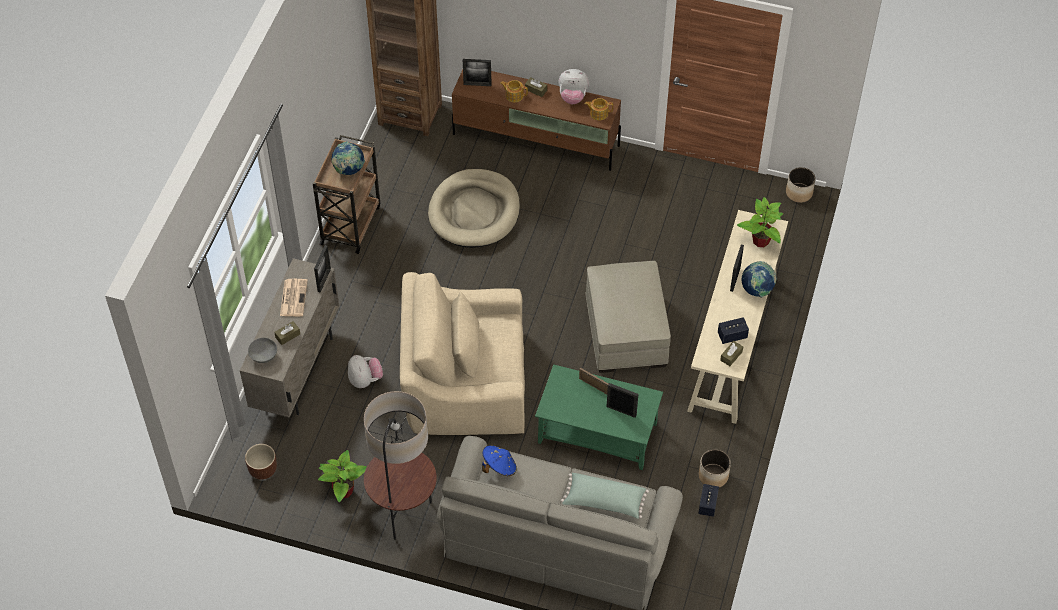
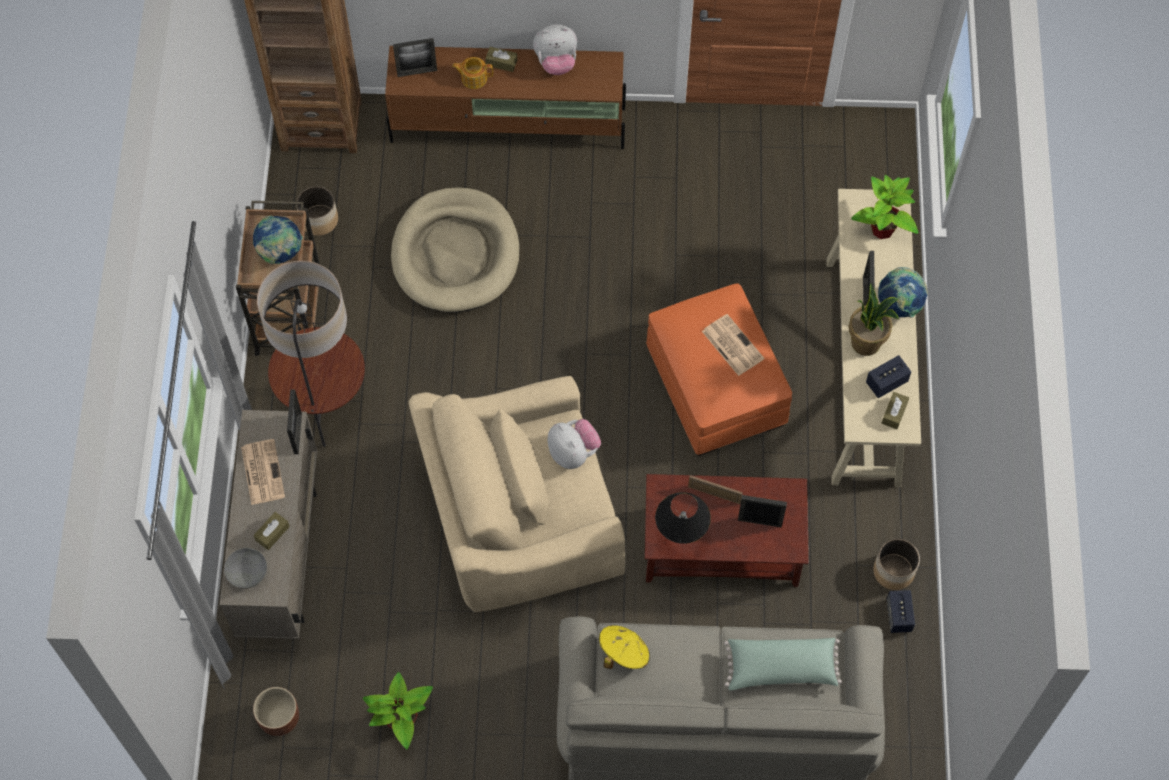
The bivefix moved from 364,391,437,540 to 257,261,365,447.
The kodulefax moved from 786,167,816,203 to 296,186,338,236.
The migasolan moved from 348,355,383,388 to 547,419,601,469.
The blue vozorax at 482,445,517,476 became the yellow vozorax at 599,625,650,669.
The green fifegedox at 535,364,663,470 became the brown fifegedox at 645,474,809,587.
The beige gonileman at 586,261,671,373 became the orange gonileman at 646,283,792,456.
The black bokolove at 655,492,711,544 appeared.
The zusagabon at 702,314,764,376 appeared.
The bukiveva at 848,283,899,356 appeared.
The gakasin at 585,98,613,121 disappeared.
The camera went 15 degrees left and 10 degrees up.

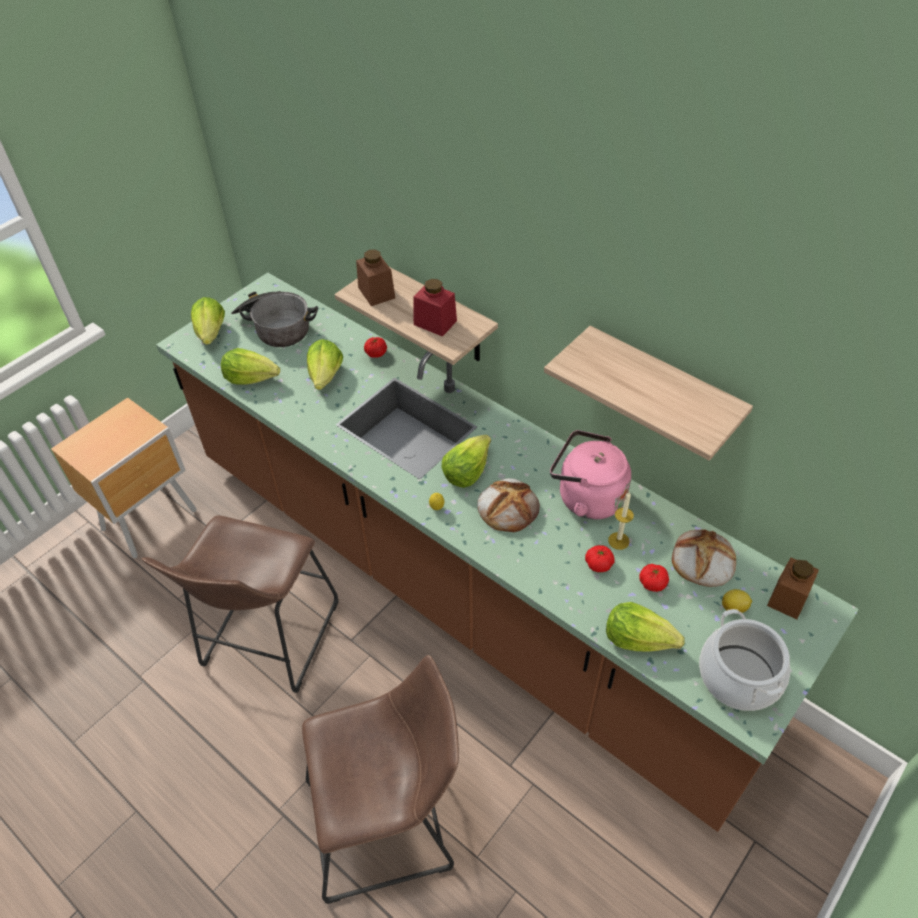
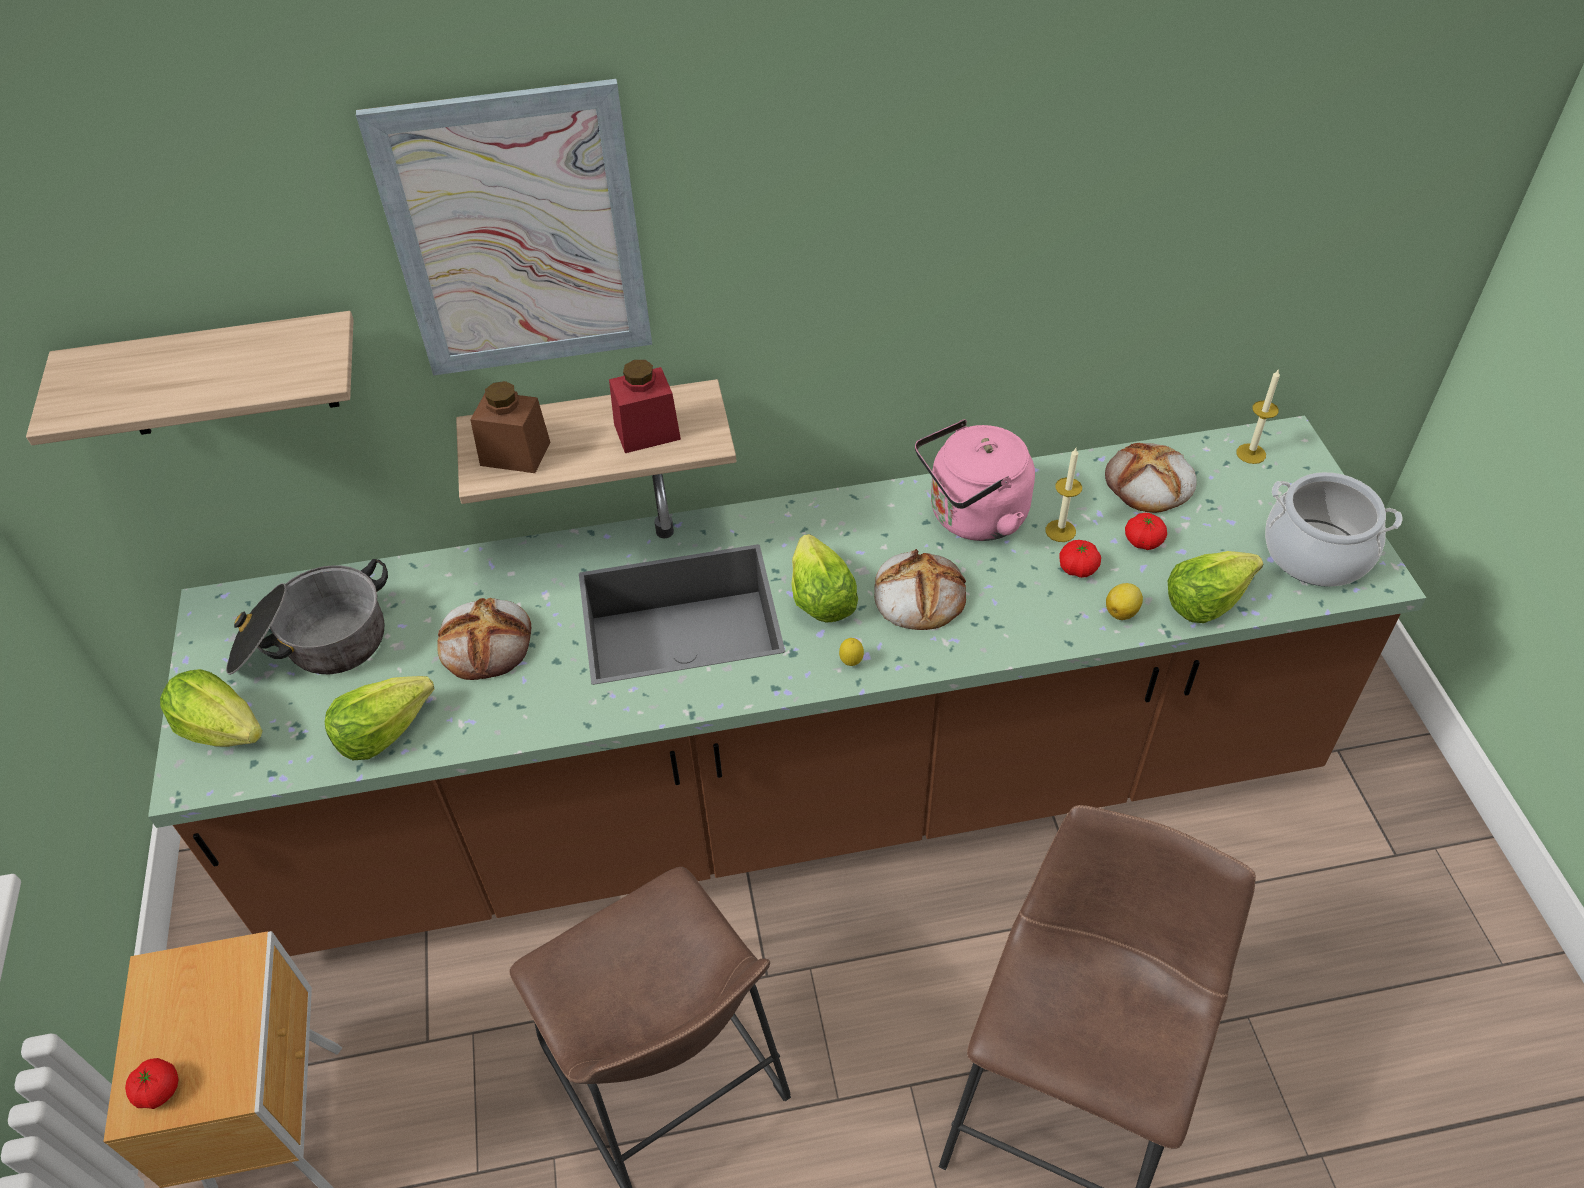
The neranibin moved from 544,326,753,461 to 26,311,354,445.
The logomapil moved from 364,337,387,358 to 125,1058,178,1109.
The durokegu at 356,79,652,376 appeared.
The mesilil at 307,339,343,390 was replaced by the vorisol at 437,598,531,680.
The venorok moved from 722,589,752,613 to 1106,583,1143,620.
The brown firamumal at 767,557,819,619 was replaced by the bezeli at 1236,369,1280,464.
The camera went 50 degrees left and 0 degrees up.

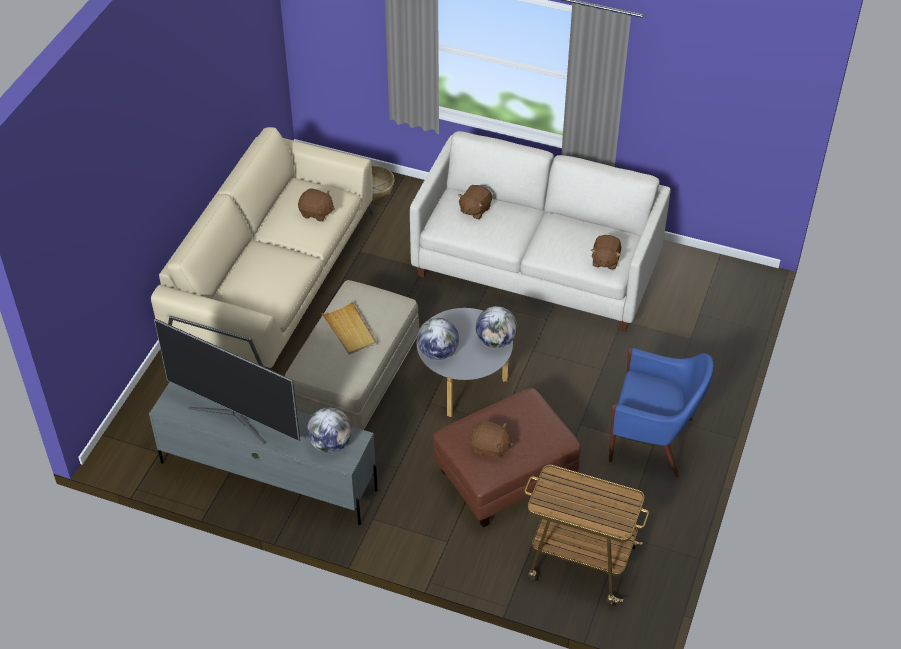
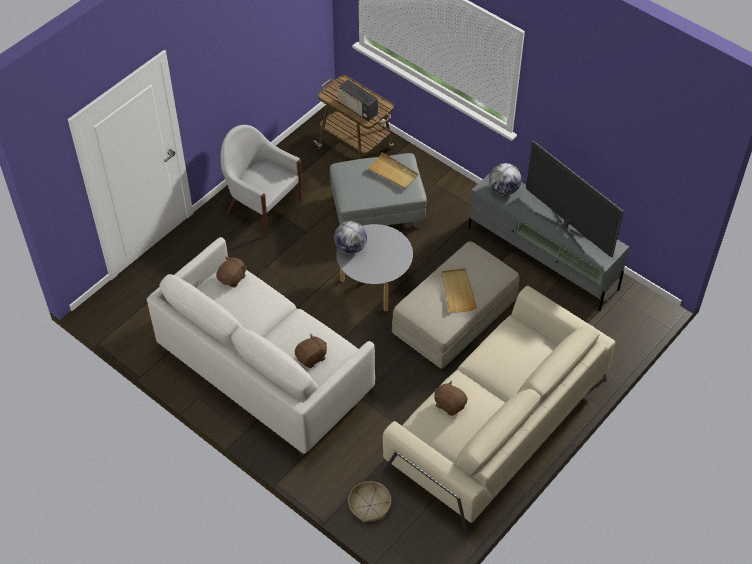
The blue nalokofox at 609,348,714,478 became the white nalokofox at 221,125,302,236.
The brown gonileman at 433,388,581,527 became the grey gonileman at 330,153,427,228.
The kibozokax at 338,79,378,121 appeared.
The brown migasolan at 471,421,513,459 was replaced by the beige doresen at 366,152,419,190.
The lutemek at 417,318,459,360 disappeared.
The camera went 160 degrees left and 5 degrees up.

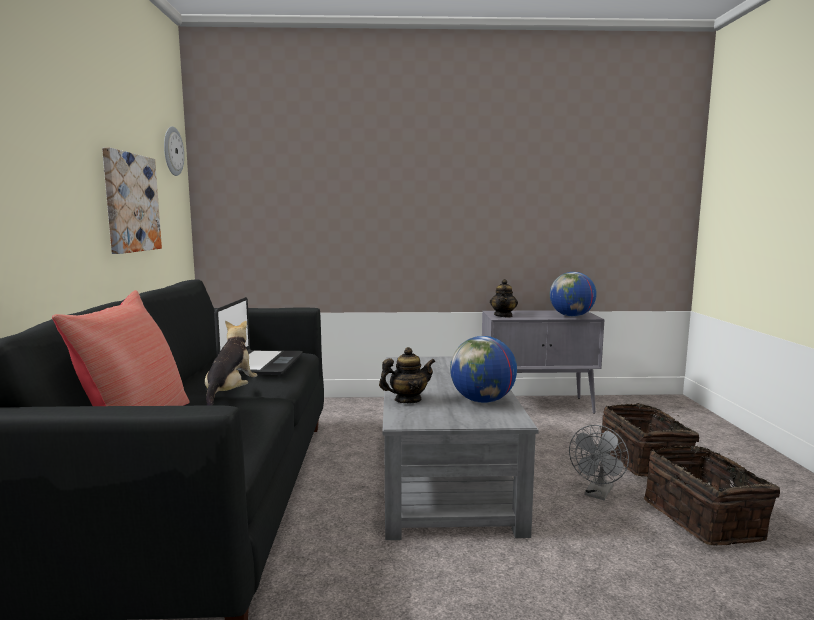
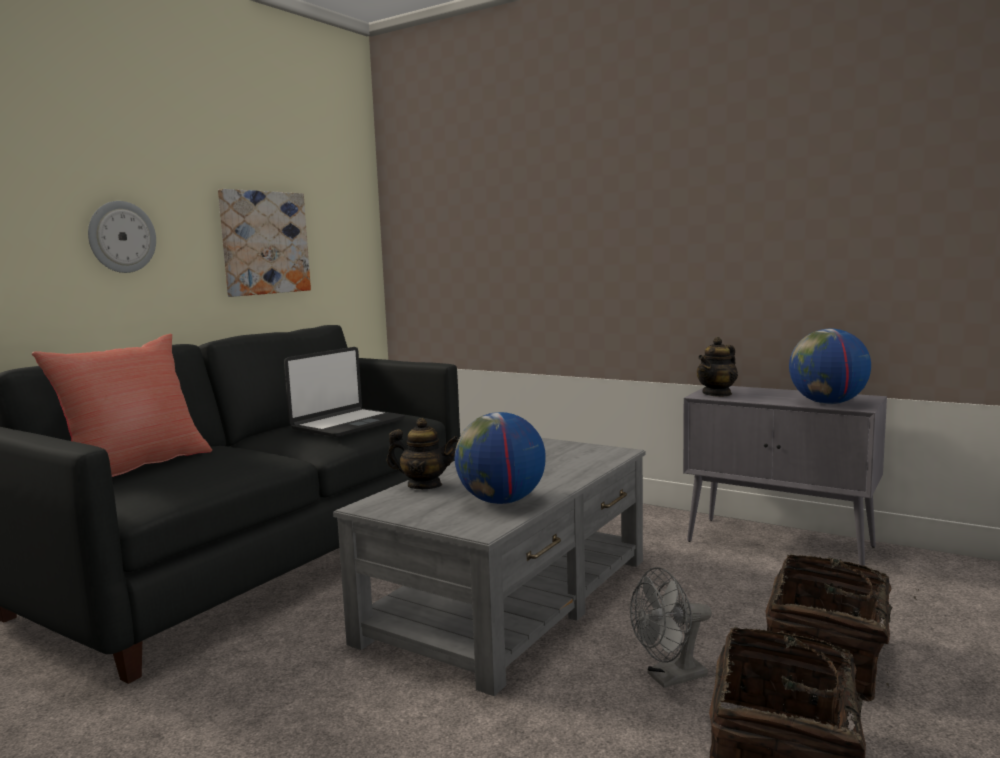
The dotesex moved from 164,126,184,176 to 88,201,156,273.
The migasolan at 205,321,258,405 disappeared.
The camera went 35 degrees right and 0 degrees up.

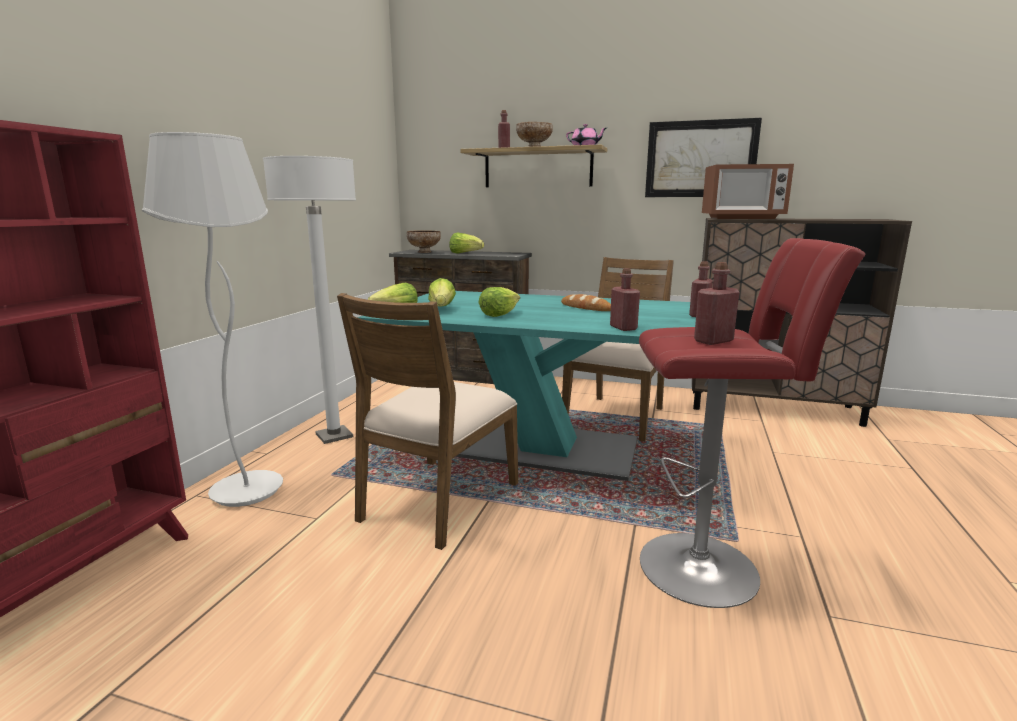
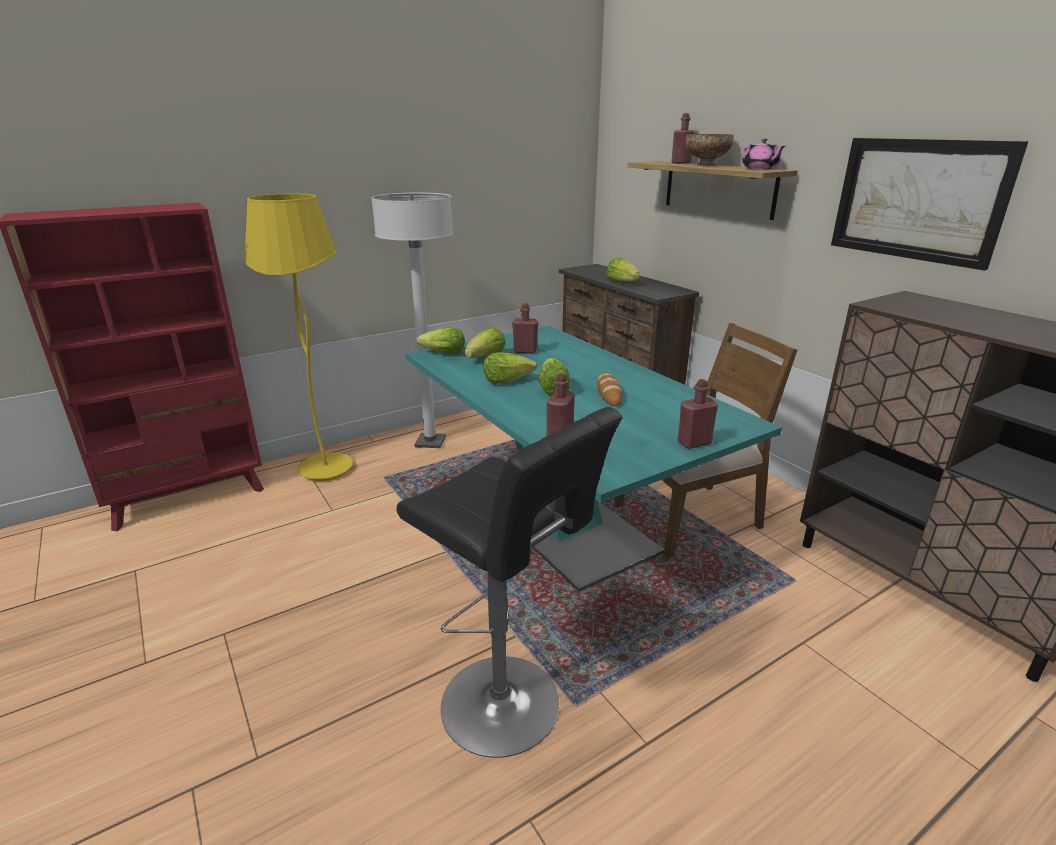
The white bivefix at 142,132,283,507 became the yellow bivefix at 244,193,353,481.
The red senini at 639,238,865,608 became the black senini at 397,407,623,758.
The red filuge moved from 694,262,740,345 to 512,303,538,354.
The mesilil at 538,358,570,396 appeared.
The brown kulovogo at 337,293,518,550 disappeared.
The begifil at 407,230,441,253 disappeared.
The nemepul at 702,164,794,219 disappeared.
The camera went 40 degrees right and 10 degrees up.

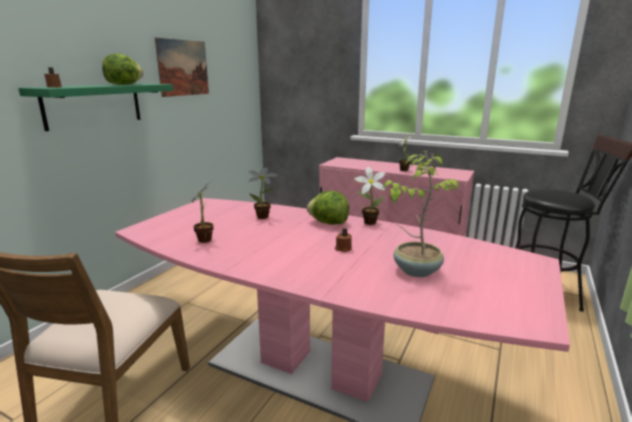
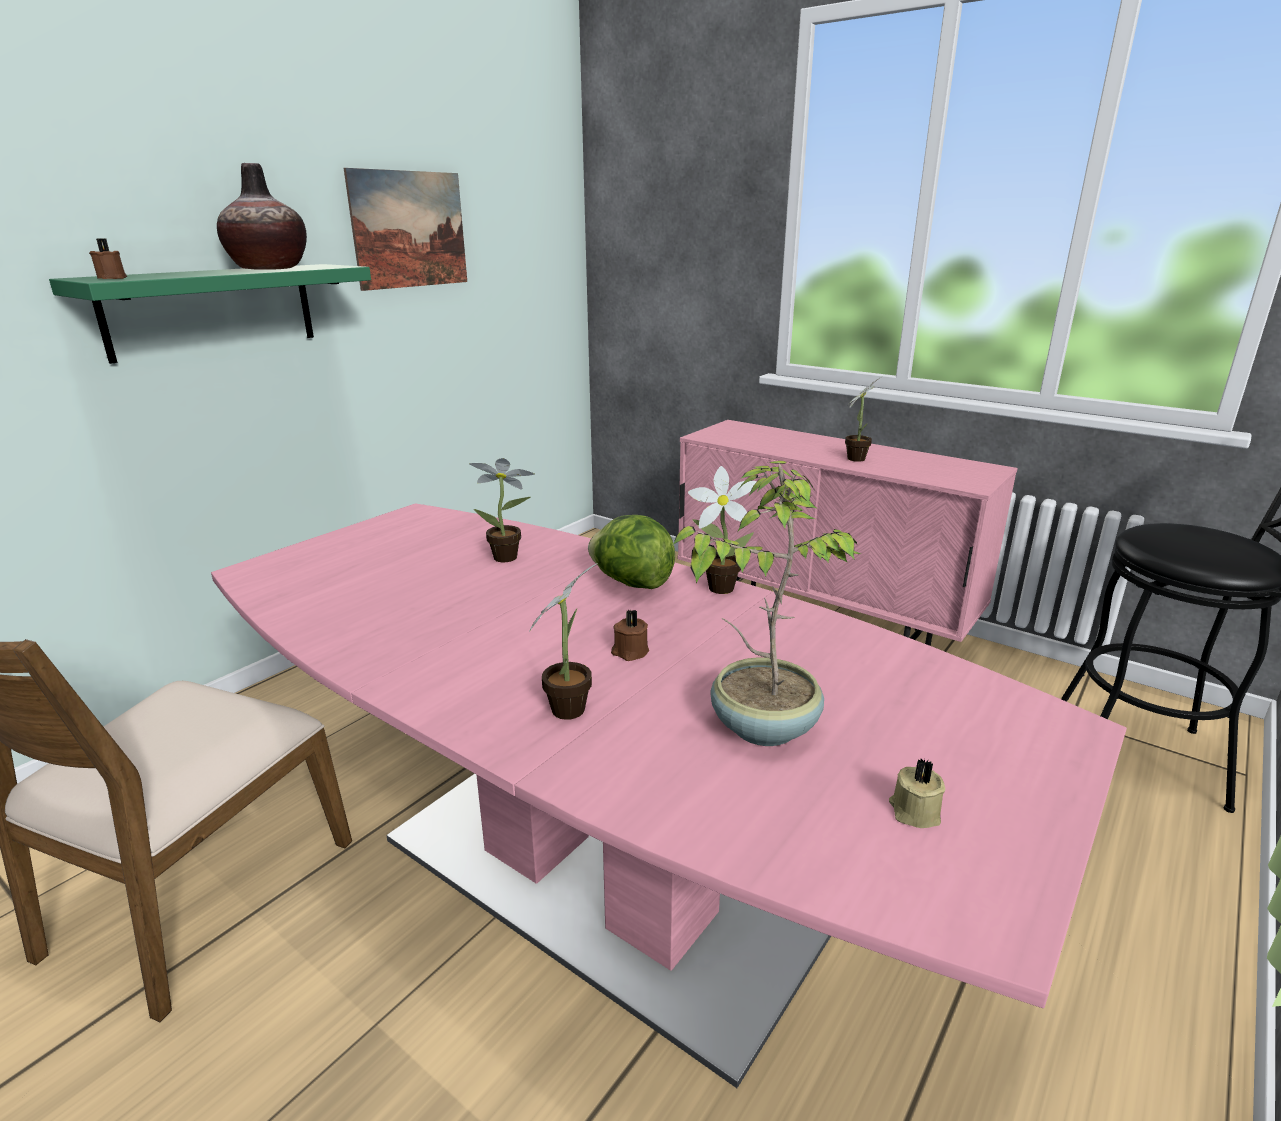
The mesilil at 102,53,143,85 was replaced by the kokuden at 217,163,307,270.
The bukiveva moved from 190,182,214,243 to 529,563,598,720.
The beige bezeli at 889,758,945,828 appeared.
The camera went 10 degrees right and 5 degrees up.

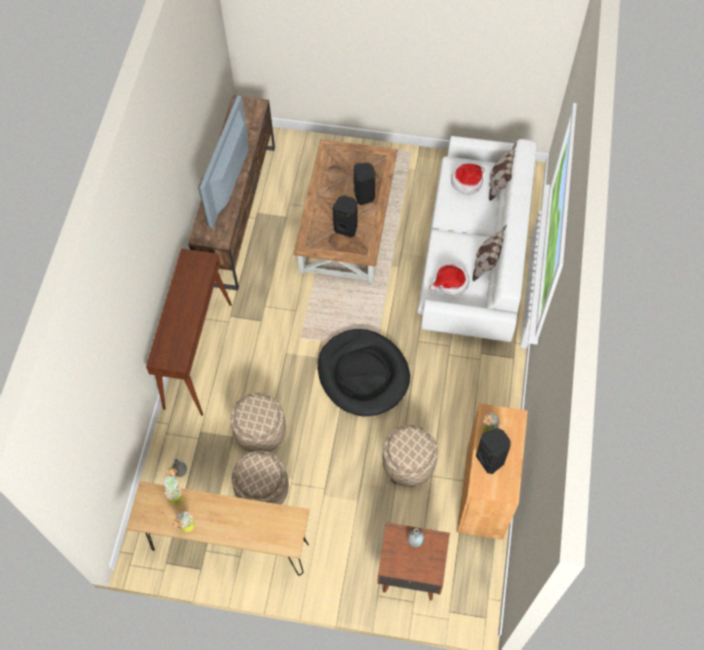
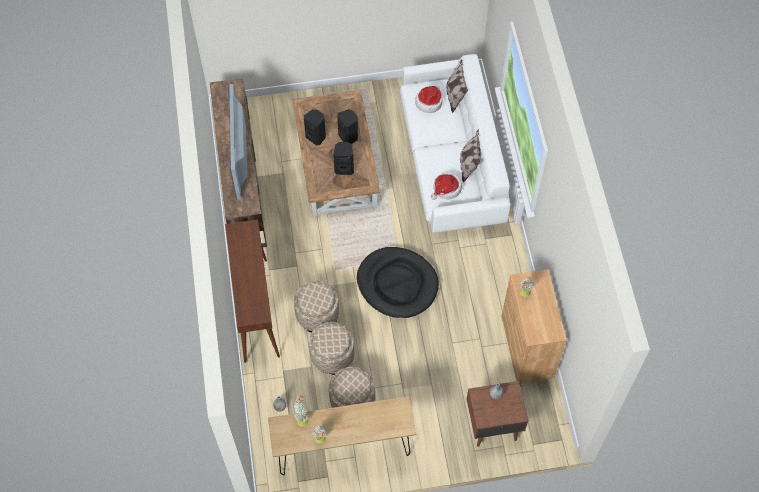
The beige gonileman moved from 383,425,438,487 to 294,281,339,332.
The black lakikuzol moved from 476,428,510,474 to 304,109,326,146.
The camera went 20 degrees left and 0 degrees up.

